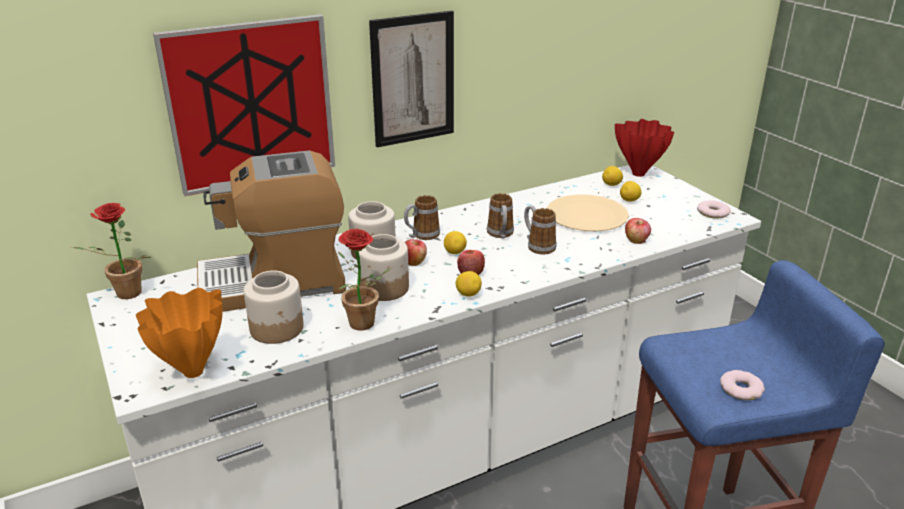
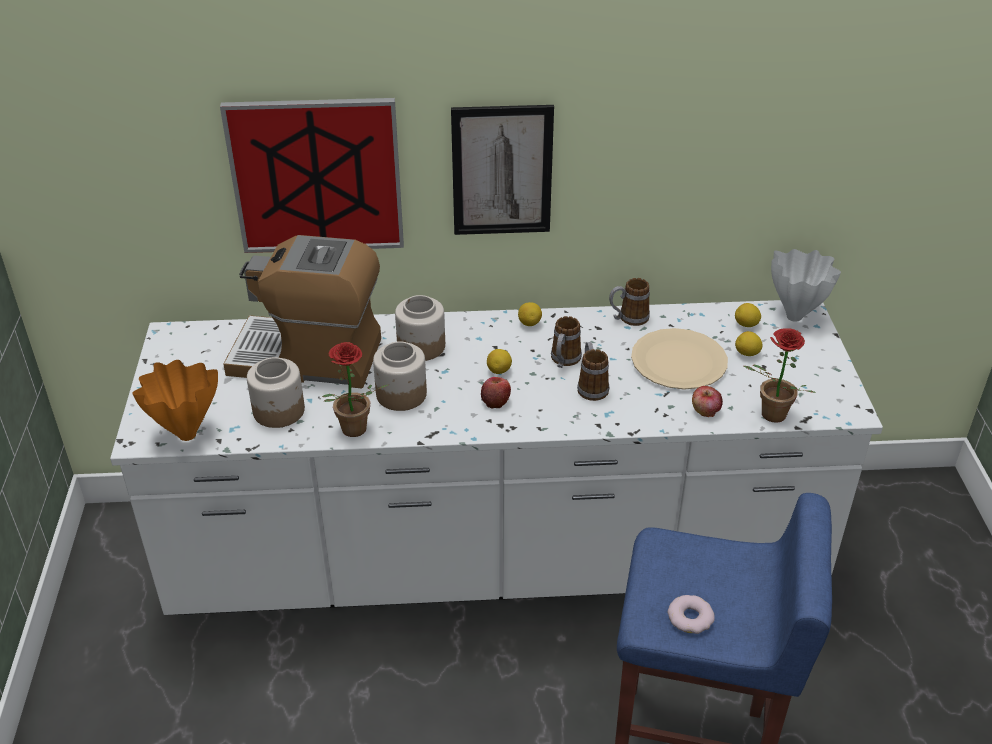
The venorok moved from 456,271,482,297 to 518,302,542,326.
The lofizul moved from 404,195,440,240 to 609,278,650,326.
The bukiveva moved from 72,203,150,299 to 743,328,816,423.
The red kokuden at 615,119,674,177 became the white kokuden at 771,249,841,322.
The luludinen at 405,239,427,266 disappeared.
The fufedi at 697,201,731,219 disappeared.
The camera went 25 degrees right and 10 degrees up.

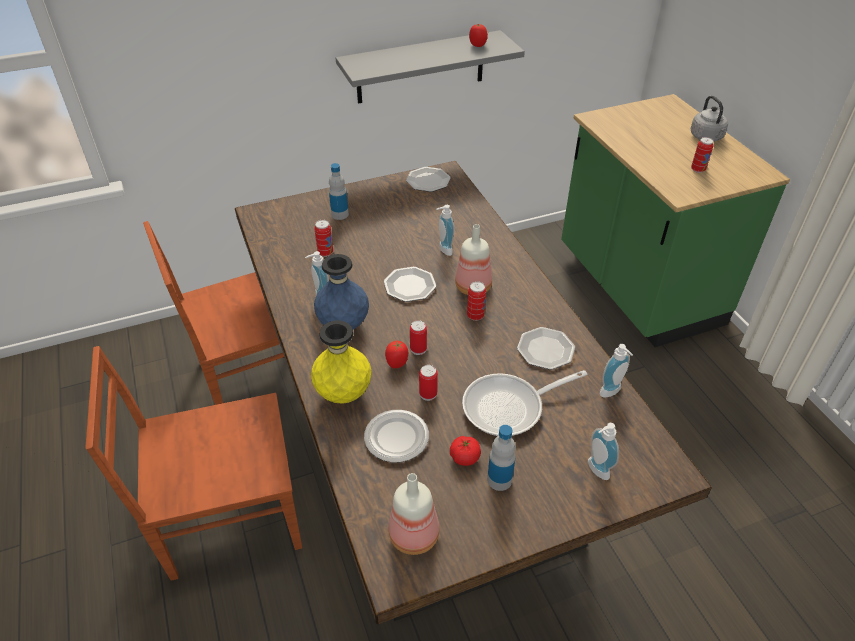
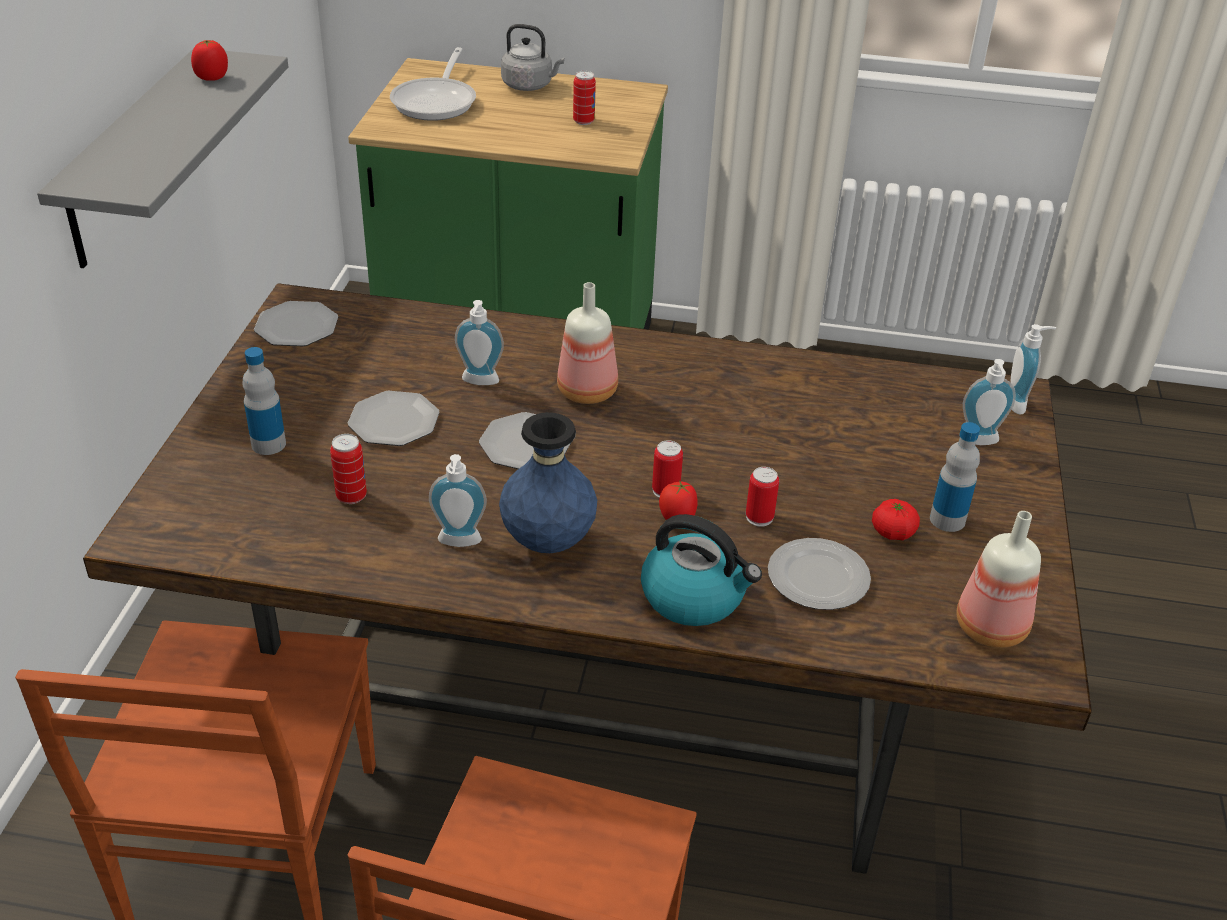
The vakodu moved from 517,327,575,370 to 348,391,439,446.
The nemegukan moved from 462,370,587,436 to 390,47,476,121.
The yellow kokuden at 311,320,372,404 was replaced by the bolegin at 641,514,762,626.
The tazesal moved from 600,344,633,398 to 1011,324,1056,415.
The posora at 467,281,486,321 disappeared.
The camera went 60 degrees left and 5 degrees down.

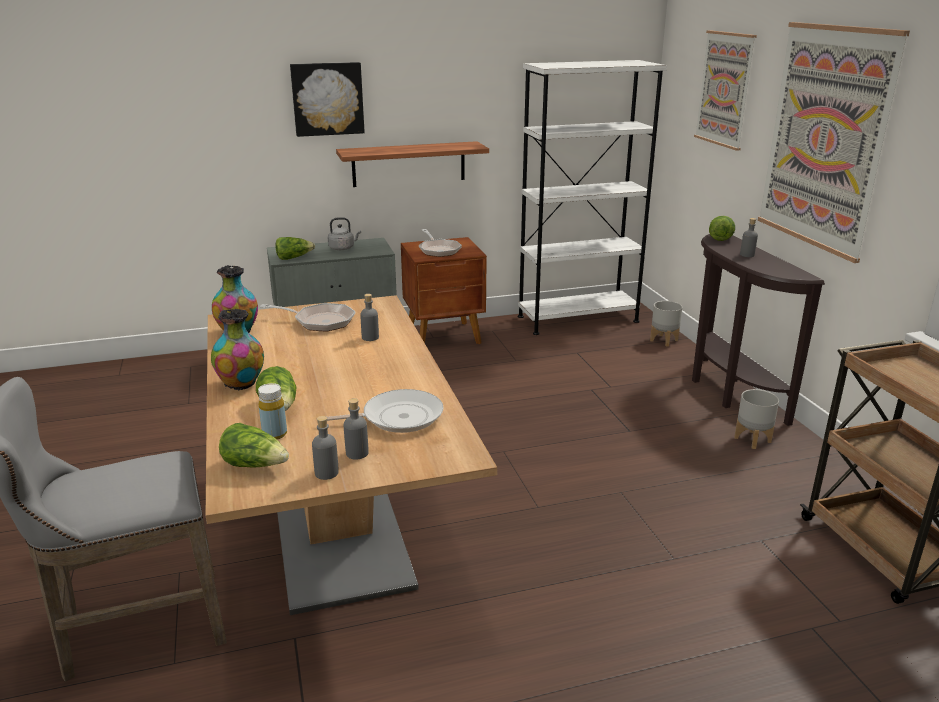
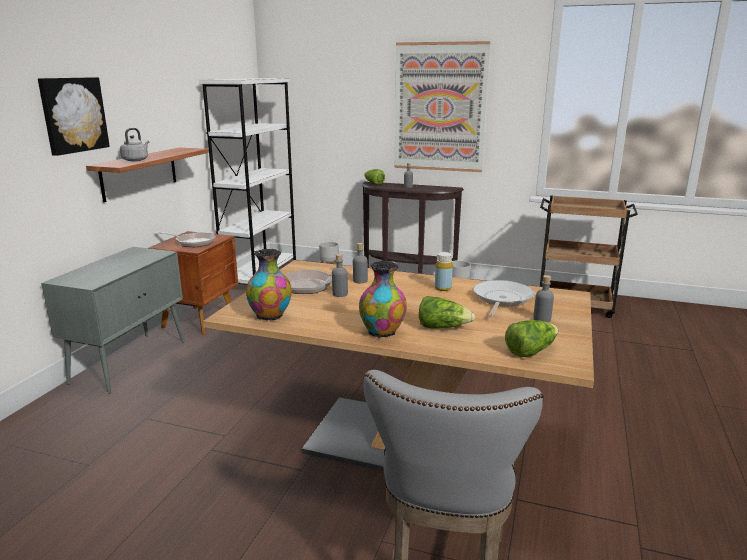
The grey bolegin moved from 328,217,361,250 to 120,128,149,161.
The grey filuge moved from 312,416,339,480 to 332,254,348,297.
The yellow filuge moved from 258,383,287,439 to 435,252,453,291.
The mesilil at 275,237,315,260 disappeared.
The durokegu at 694,30,757,151 disappeared.
The camera went 55 degrees left and 5 degrees down.

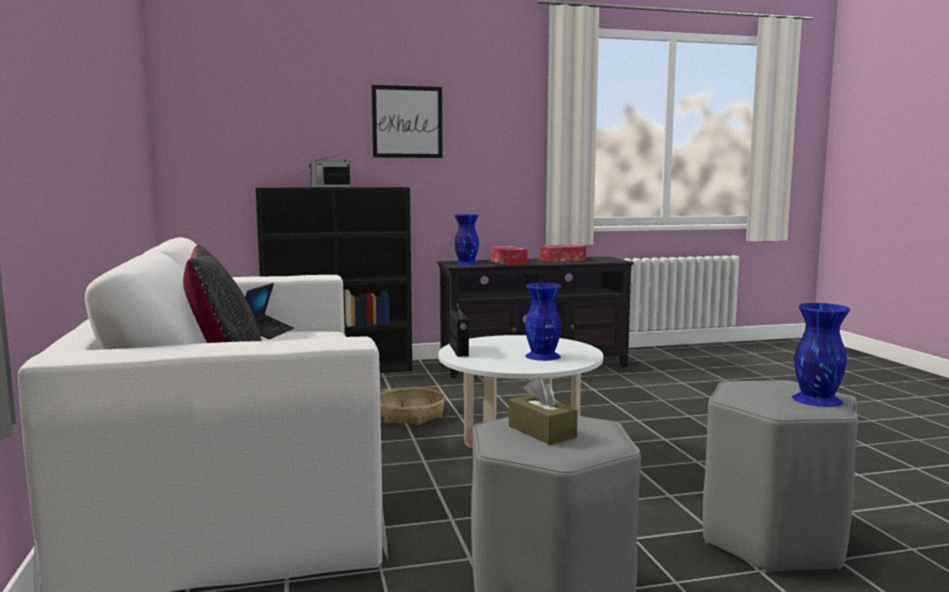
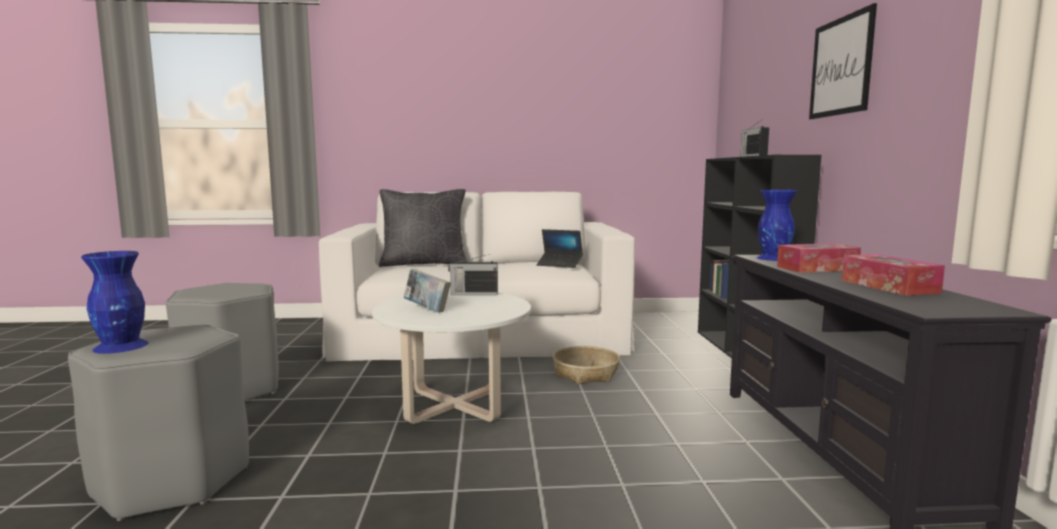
The blue kokuden at 525,283,562,361 was replaced by the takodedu at 404,269,451,312.
The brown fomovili at 509,377,578,445 disappeared.
The camera went 100 degrees right and 0 degrees up.

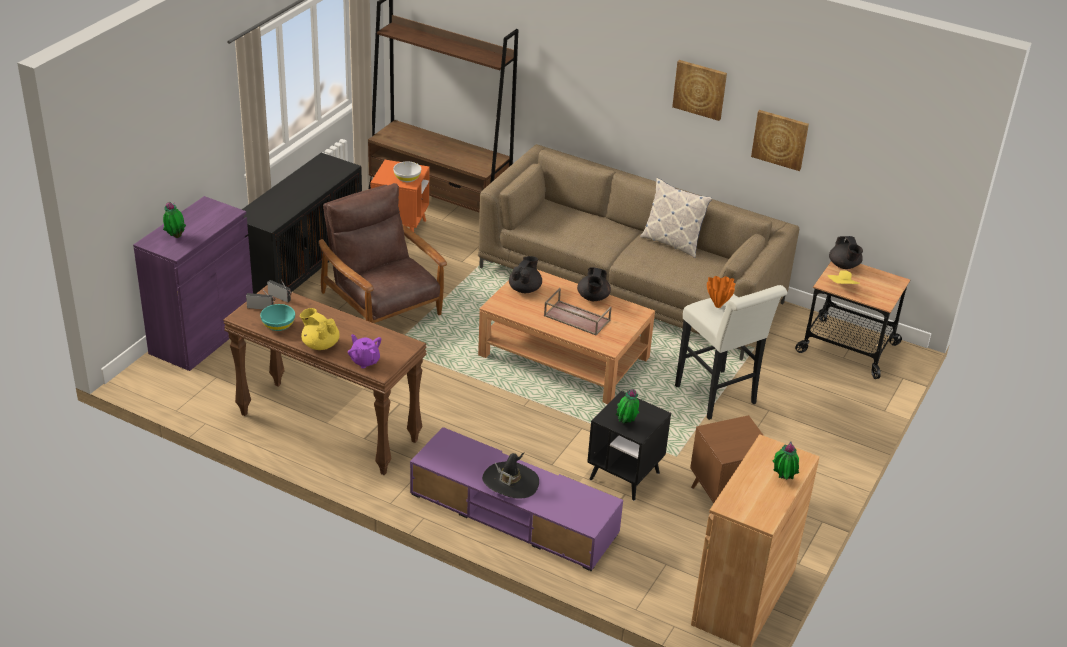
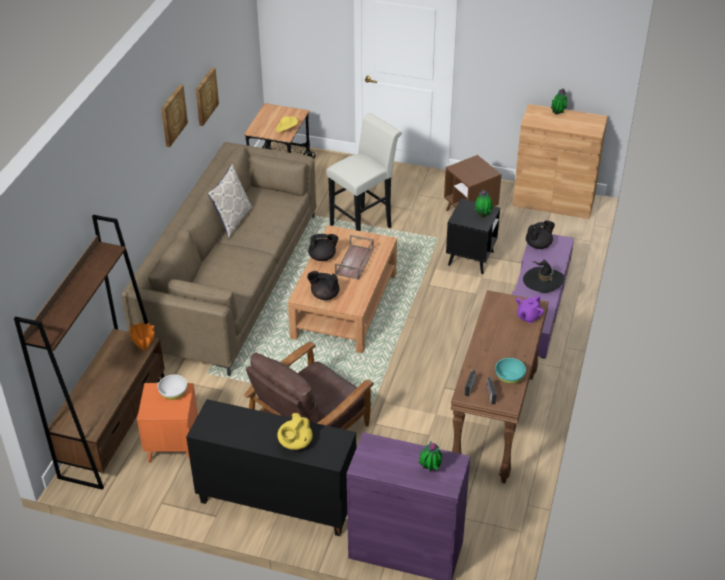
The orange kokuden moved from 707,276,735,308 to 130,323,154,350.
The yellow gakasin moved from 300,308,340,350 to 277,413,313,450.
The black gakasin moved from 829,236,863,269 to 526,221,555,249.
The camera went 100 degrees left and 5 degrees up.

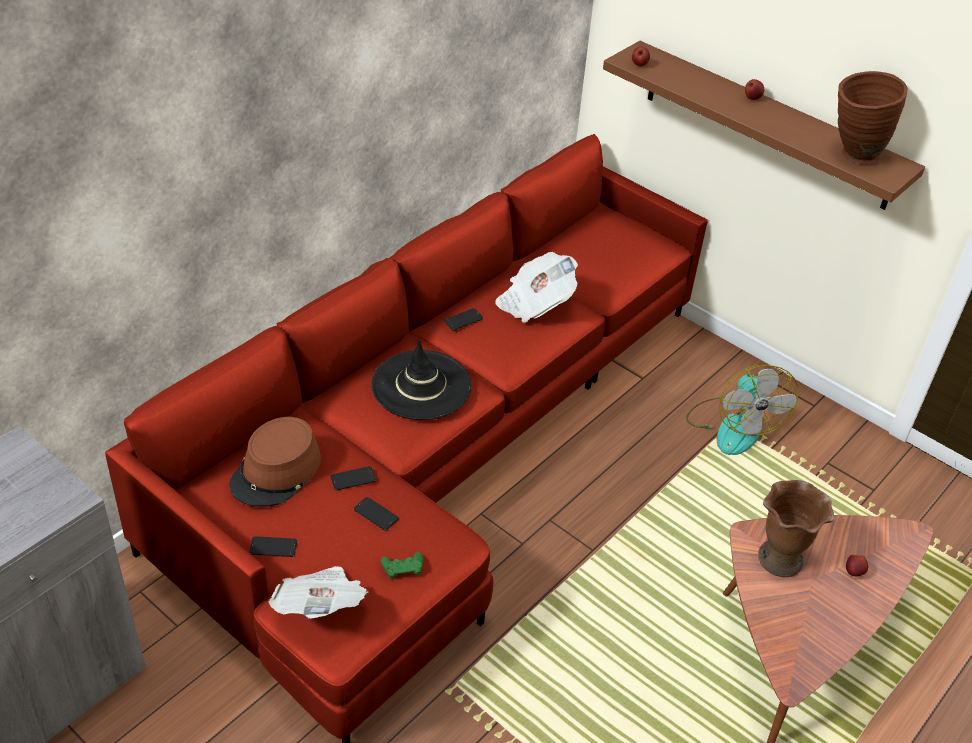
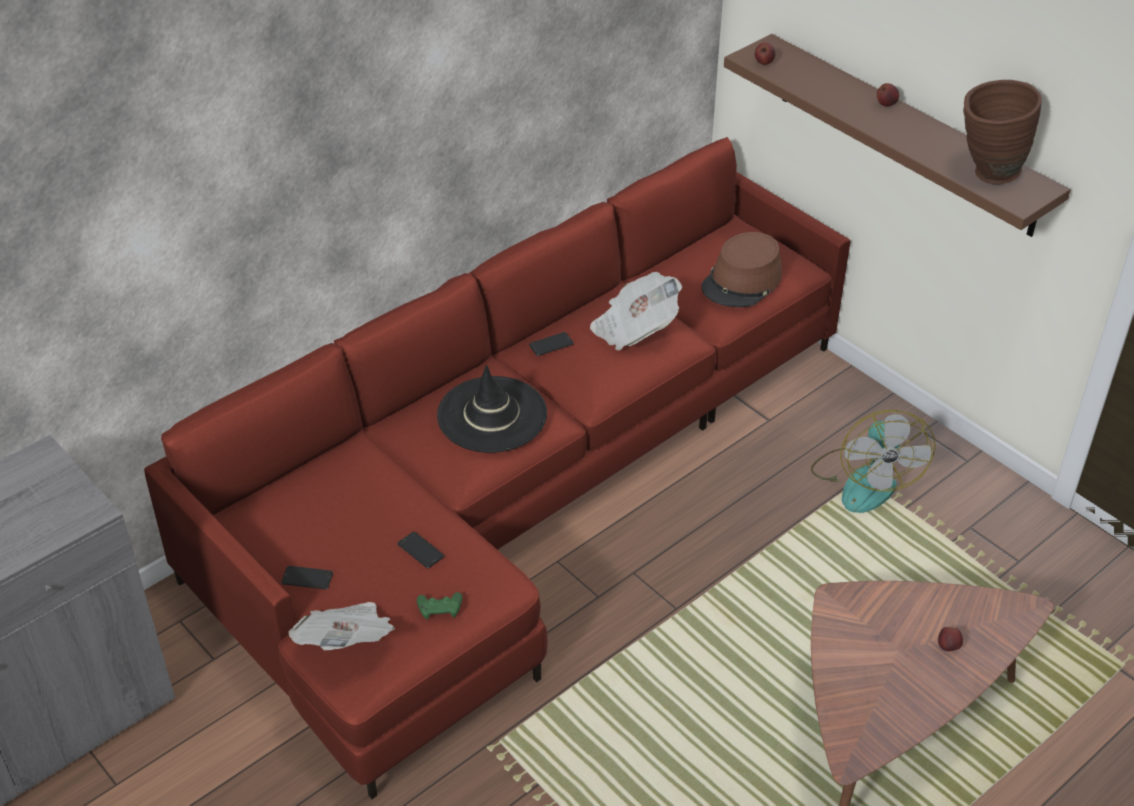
The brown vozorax moved from 229,417,321,507 to 701,232,782,307.
The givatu at 330,466,376,490 disappeared.
The brown kokuden at 758,480,834,577 disappeared.
The camera went 10 degrees right and 0 degrees up.

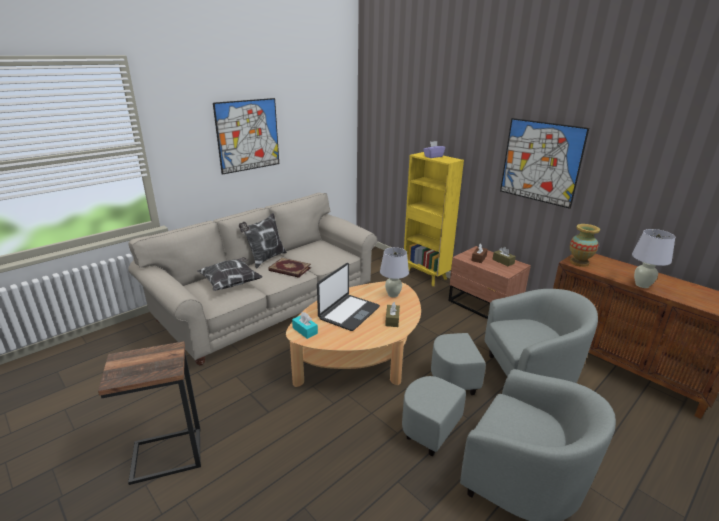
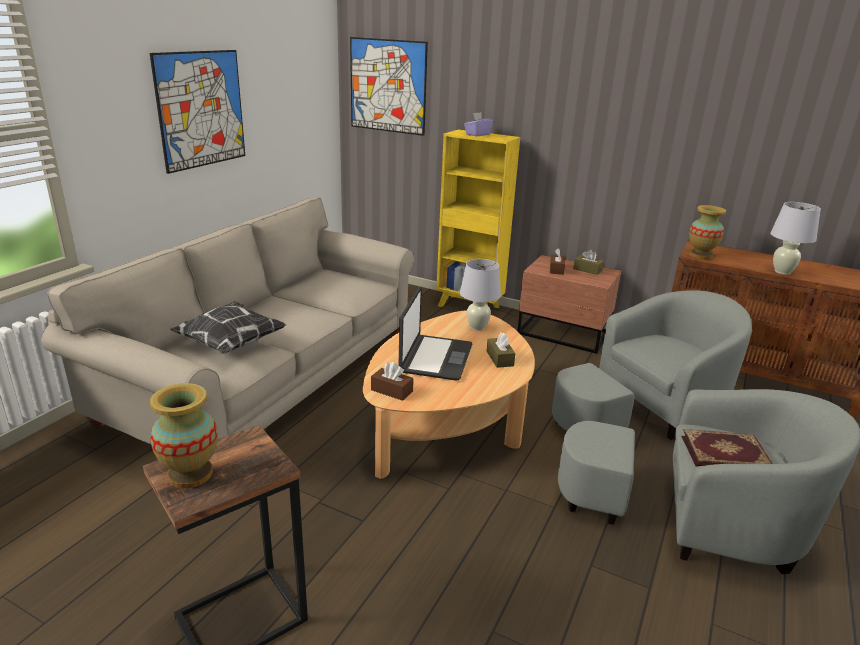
The kokuden at 150,383,218,489 appeared.
The durokegu moved from 500,118,589,209 to 350,37,428,136.
The turquoise fomovili at 292,312,318,339 became the brown fomovili at 371,362,413,401.
The takodedu moved from 268,258,311,278 to 681,429,772,467.
The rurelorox at 239,213,287,268 disappeared.
The camera went 20 degrees left and 0 degrees up.

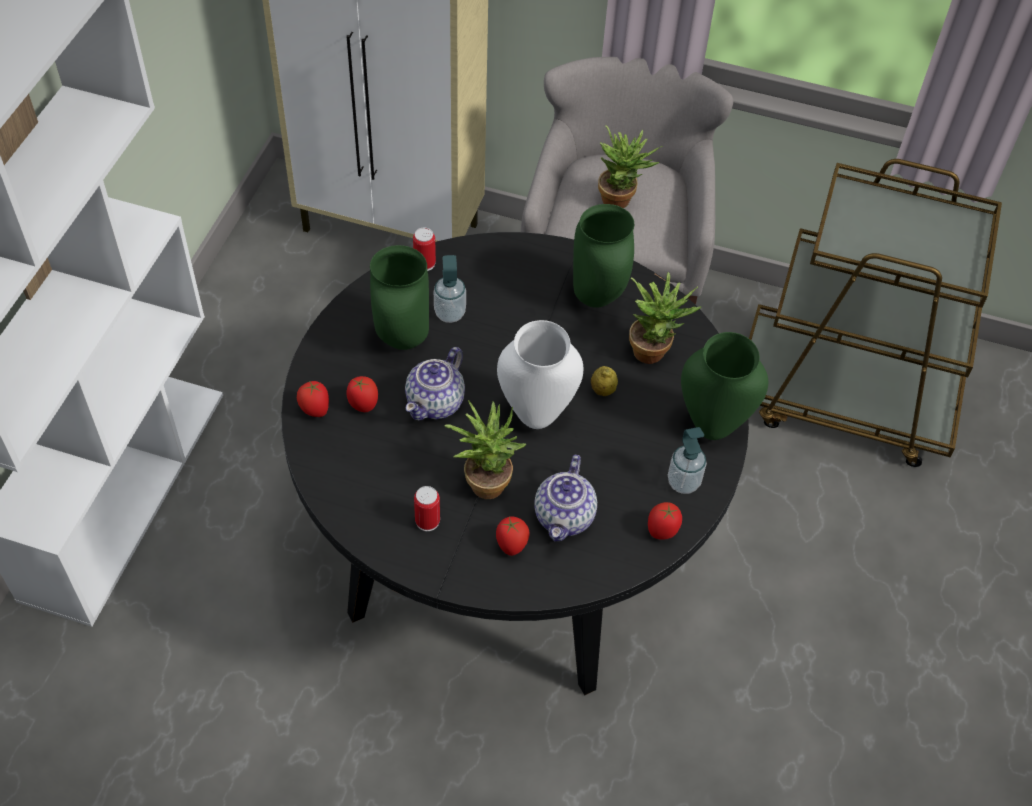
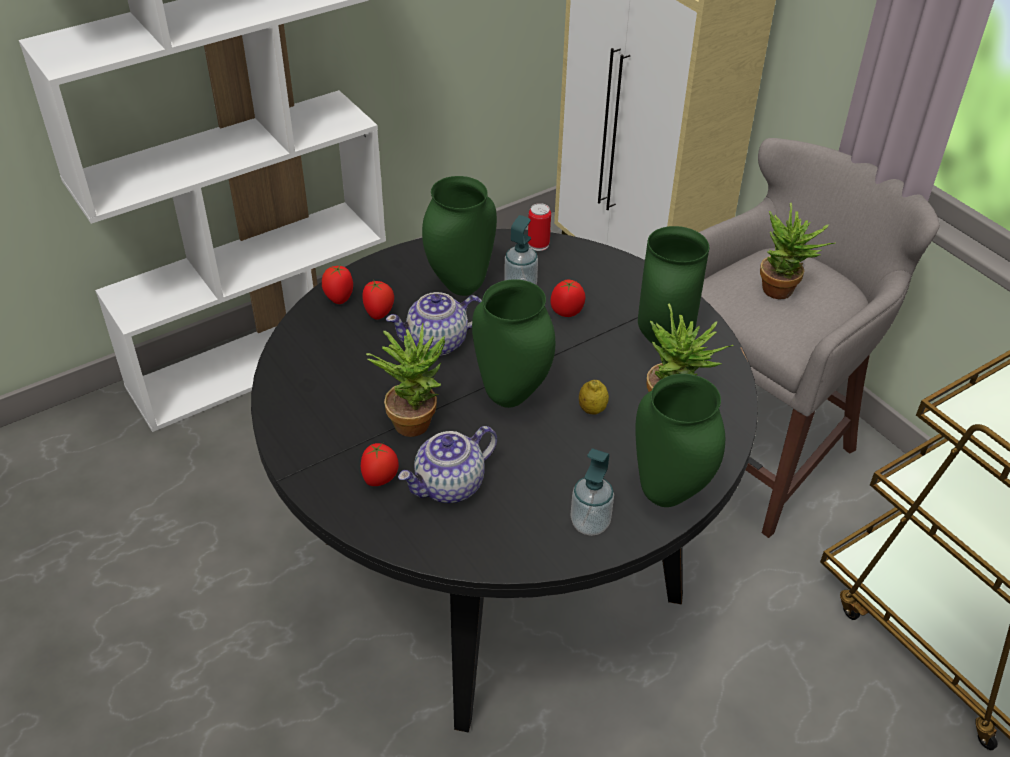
The white kokuden at 497,320,583,429 became the green kokuden at 472,279,555,408.
The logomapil moved from 648,502,682,540 to 550,279,586,317.
The posora at 414,486,440,531 disappeared.
The camera went 40 degrees right and 10 degrees down.

